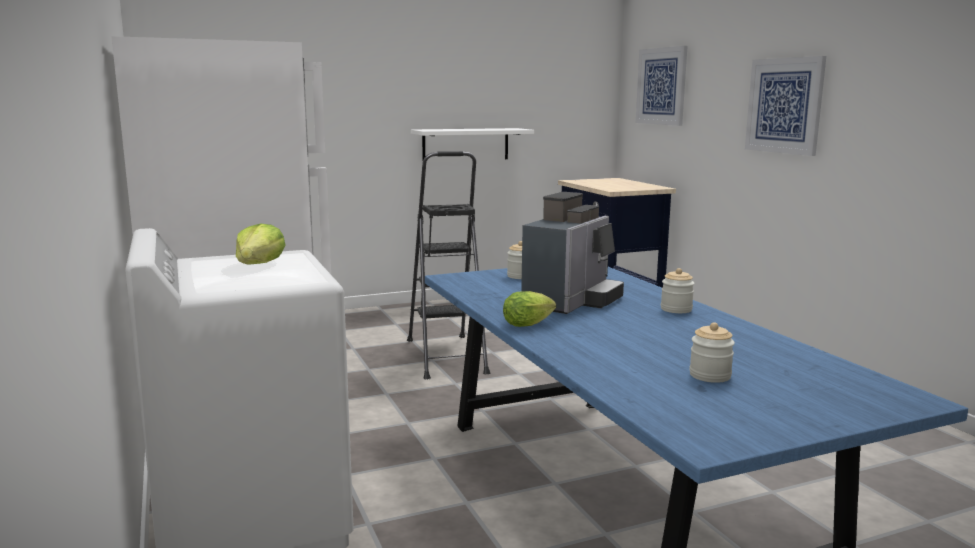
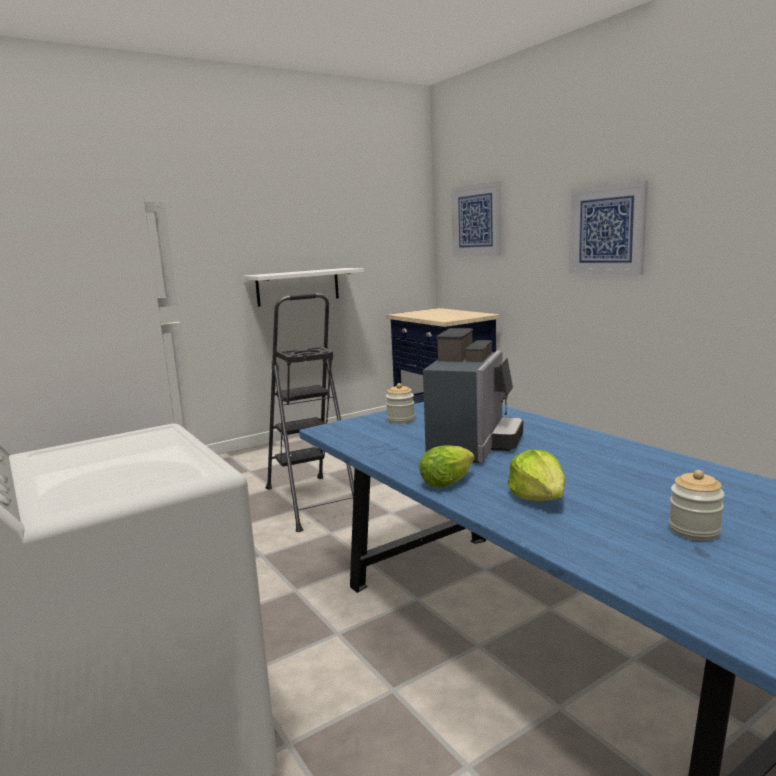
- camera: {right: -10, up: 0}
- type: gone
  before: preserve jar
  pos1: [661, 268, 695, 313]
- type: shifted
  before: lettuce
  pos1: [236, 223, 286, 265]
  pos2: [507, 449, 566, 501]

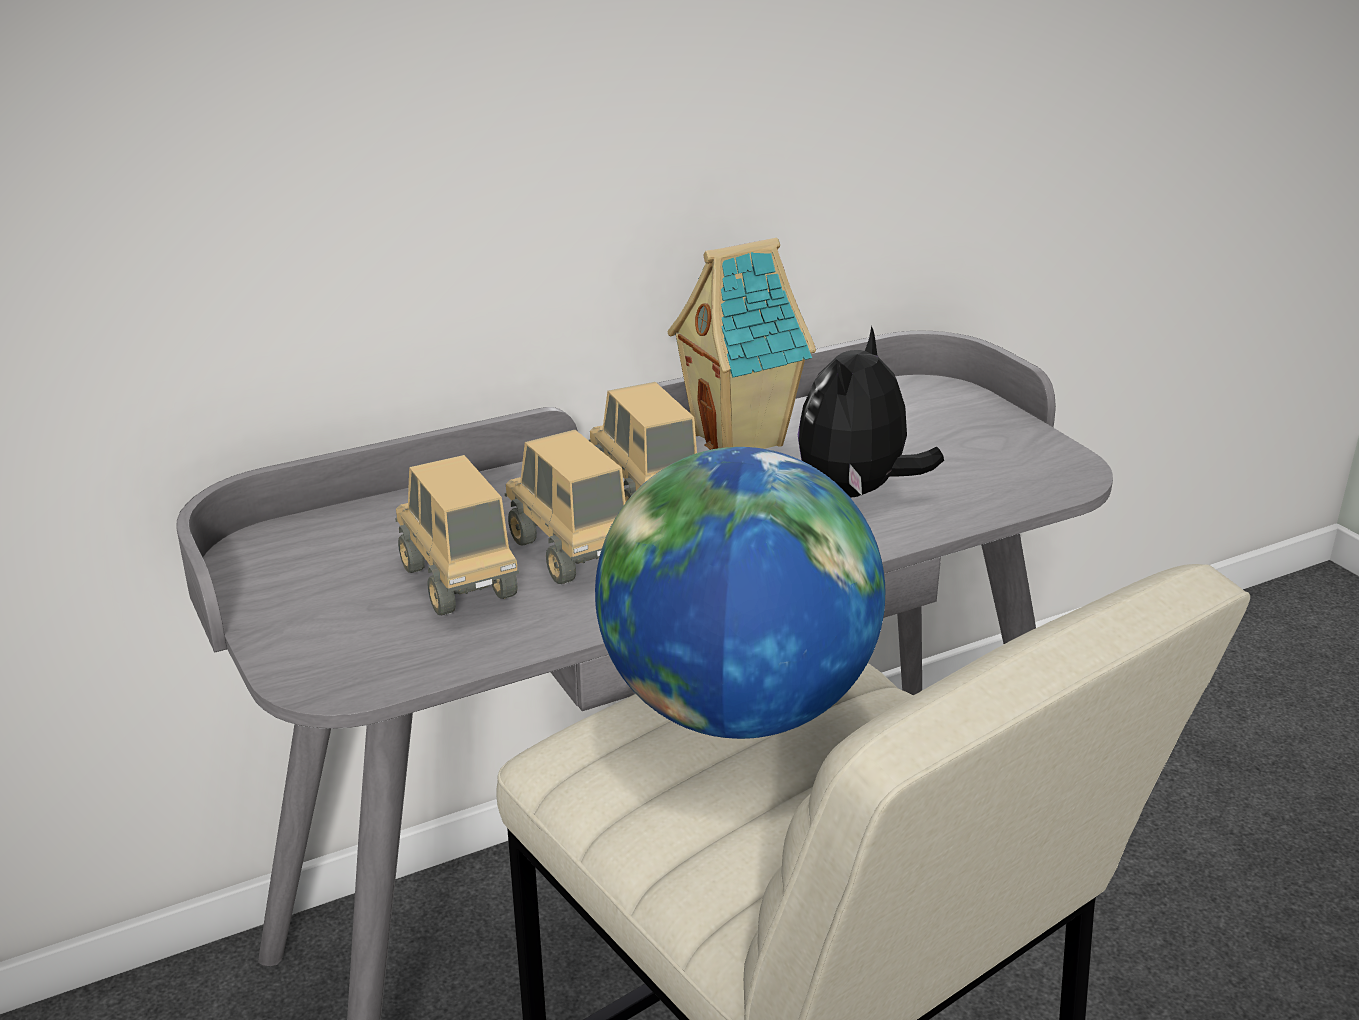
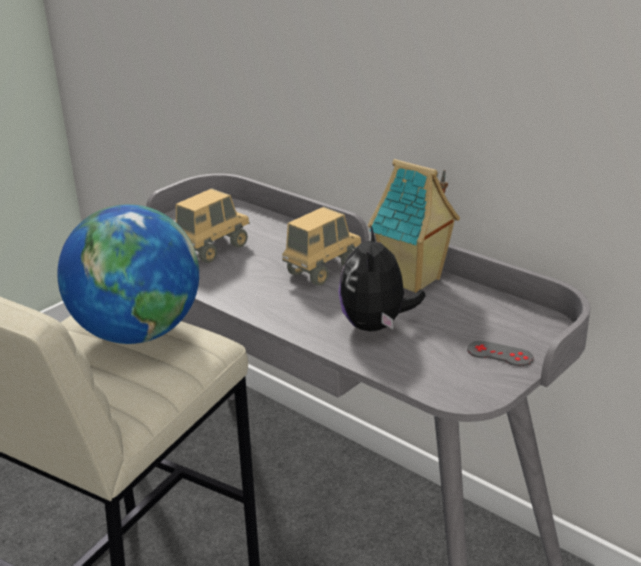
- camera: {right: 70, up: 0}
- type: gone
  before: model truck
  pos1: [505, 430, 626, 584]
- type: new
  after: game controller (grey)
  pos2: [467, 341, 534, 366]
- type: rotated
  before: plush toy
  pos1: [798, 326, 944, 498]
  pos2: [339, 225, 425, 331]
  turn: -90

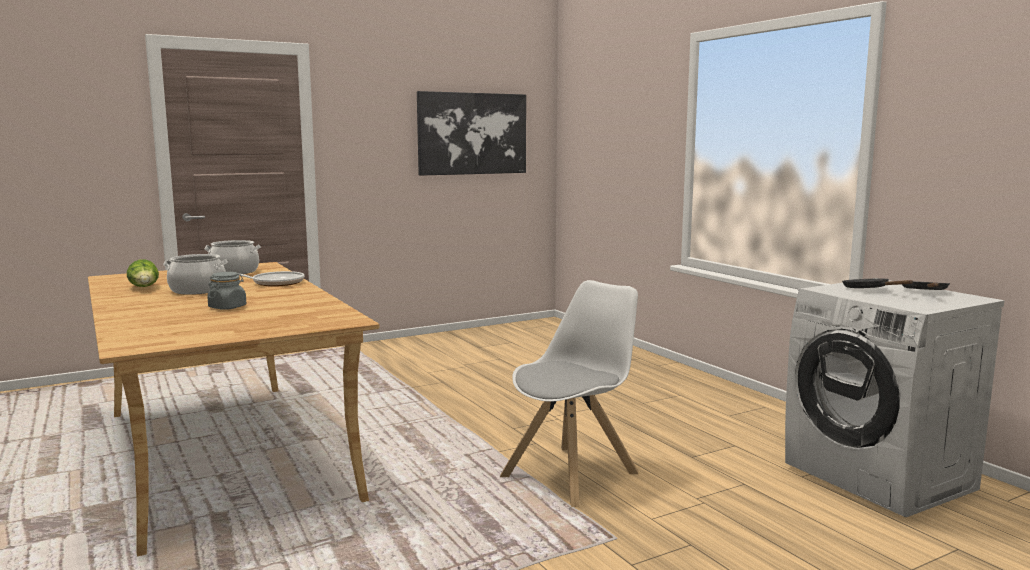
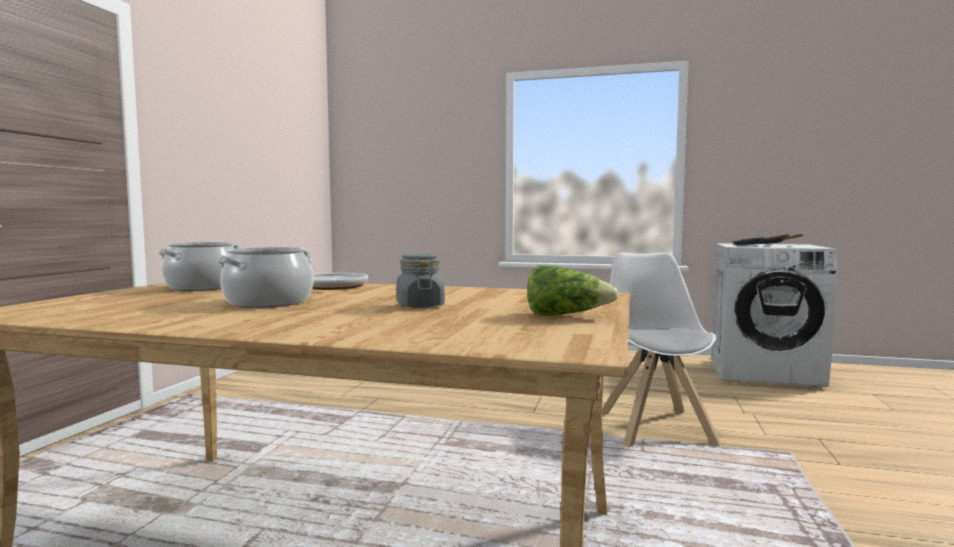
- camera: {right: -45, up: -5}
- type: gone
  before: wall art
  pos1: [417, 91, 526, 176]
- type: shifted
  before: lettuce
  pos1: [127, 259, 159, 287]
  pos2: [527, 265, 618, 316]

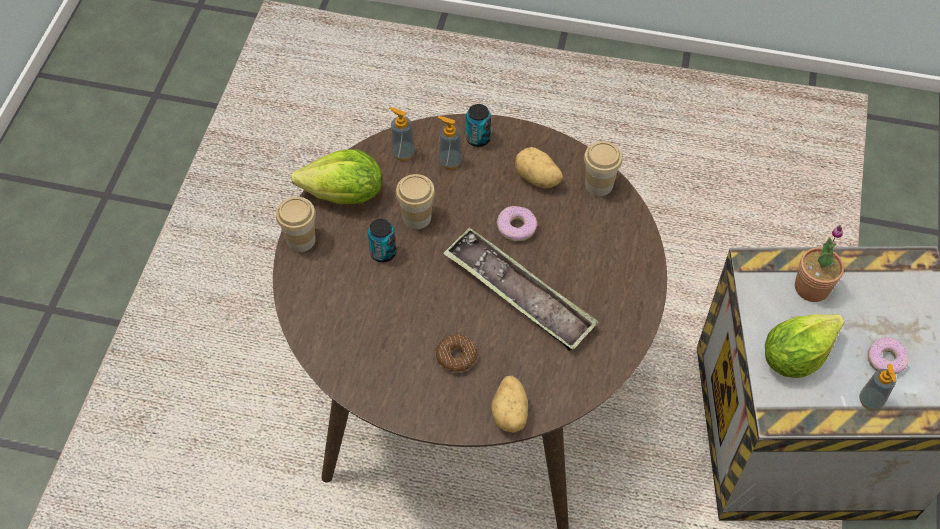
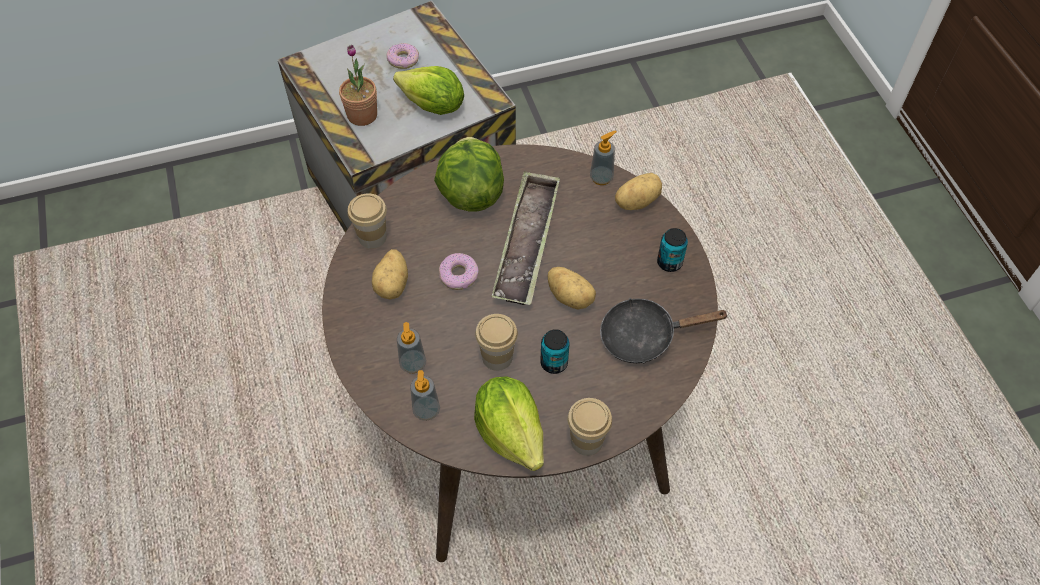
- camera: {right: -120, up: 0}
- type: gone
  before: doughnut
  pos1: [436, 335, 477, 373]
- type: new
  after: lettuce
  pos2: [434, 137, 504, 212]
- type: new
  after: spud
  pos2: [548, 267, 596, 309]
- type: new
  after: pan (black-coloured)
  pos2: [600, 298, 729, 363]
- type: shifted
  before: sealed can
  pos1: [466, 104, 491, 147]
  pos2: [657, 228, 688, 272]
- type: shifted
  before: liquid soap bottle
  pos1: [859, 364, 896, 410]
  pos2: [590, 130, 617, 185]

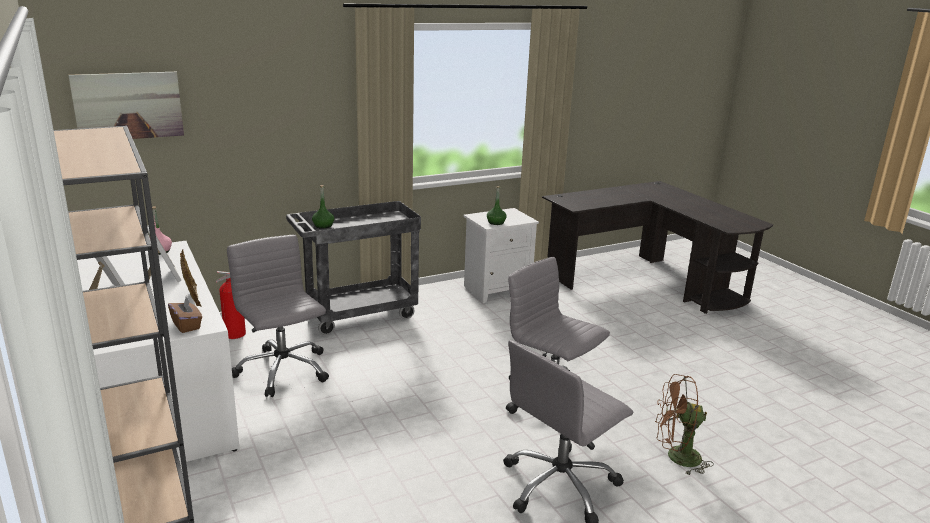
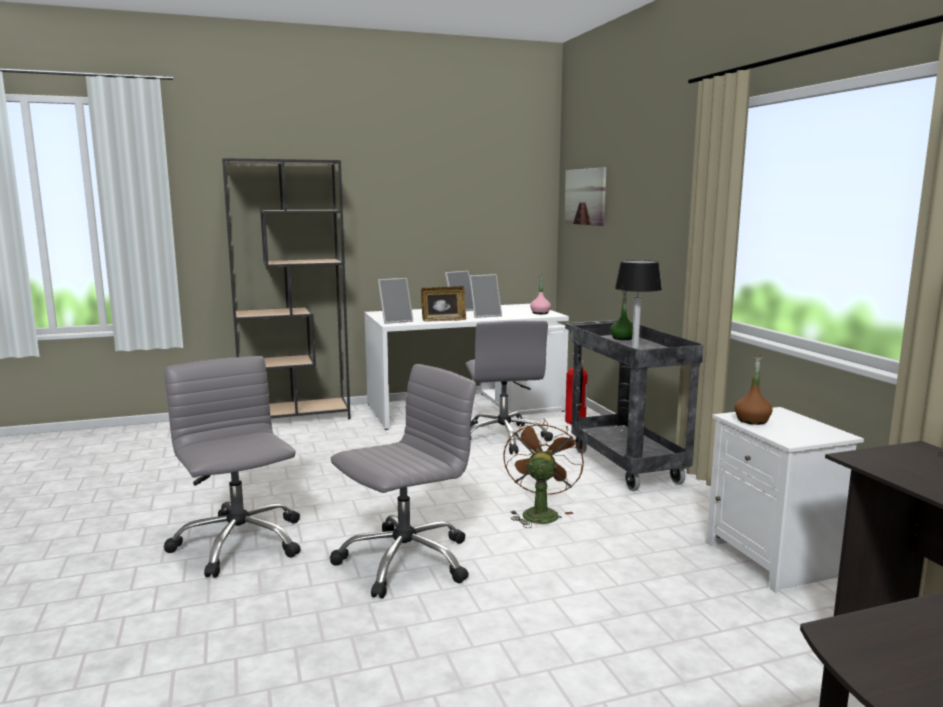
- camera: {right: 100, up: -10}
- type: new
  after: table lamp
  pos2: [615, 260, 662, 349]
- type: shifted
  before: electric fan (brown)
  pos1: [655, 374, 714, 476]
  pos2: [503, 419, 584, 528]
- type: swapped
  before: tissue box (brown)
  after: photo frame
  pos1: [168, 297, 202, 333]
  pos2: [378, 278, 413, 324]
- type: repainted
  before: bottle (greenish)
  after: bottle (brown)
  pos1: [487, 186, 507, 225]
  pos2: [734, 355, 773, 425]
- type: rotated
  before: computer chair (grey)
  pos1: [227, 235, 329, 397]
  pos2: [466, 320, 553, 454]
  turn: 105

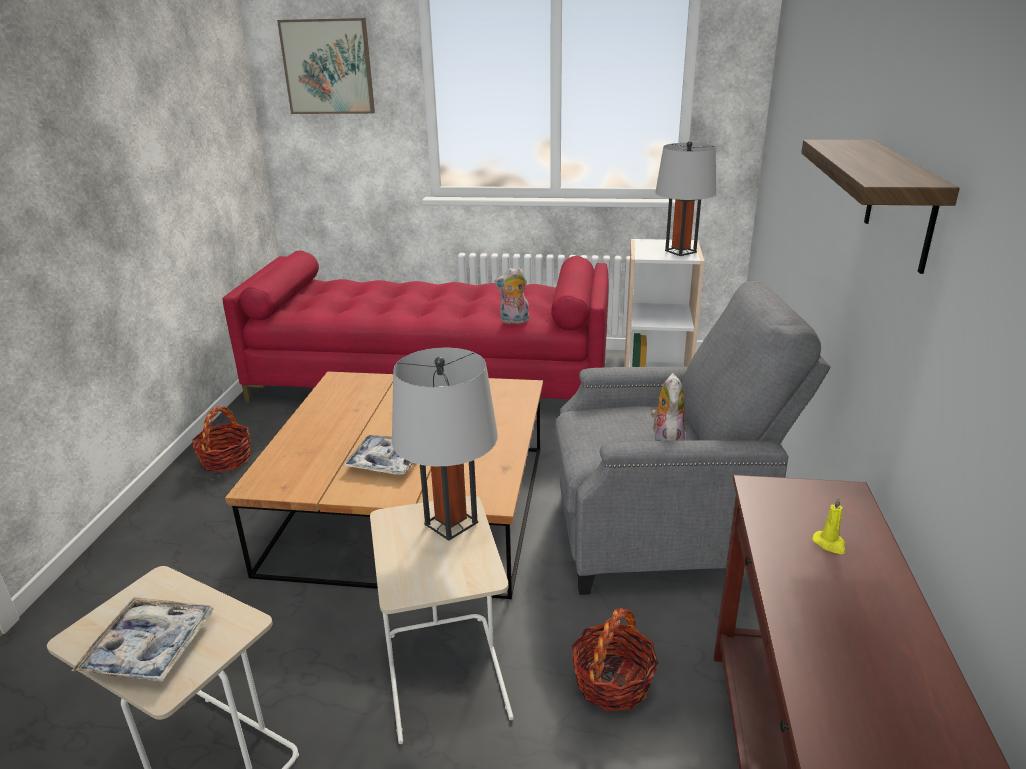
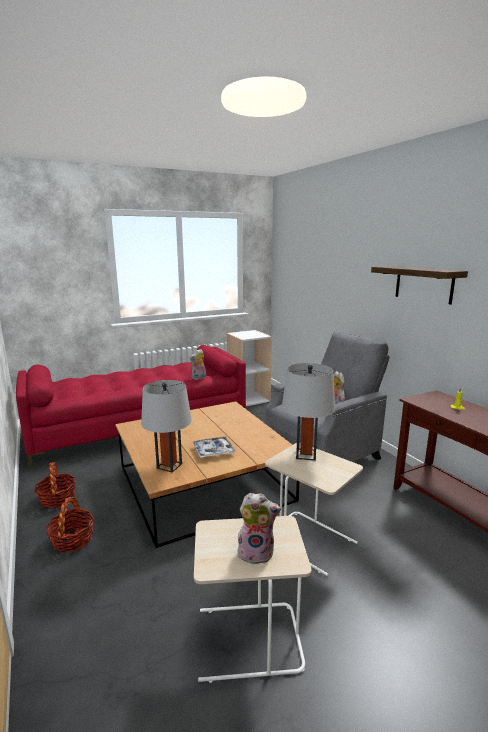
- camera: {right: -35, up: -10}
- type: gone
  before: wall art
  pos1: [277, 18, 375, 114]
- type: shifted
  before: storage basket
  pos1: [572, 608, 659, 711]
  pos2: [46, 497, 94, 552]
- type: shifted
  before: table lamp (grey)
  pos1: [655, 141, 716, 256]
  pos2: [141, 380, 192, 473]
- type: swapped
  before: serving tray
  after: plush toy
  pos1: [72, 597, 214, 682]
  pos2: [236, 493, 281, 564]

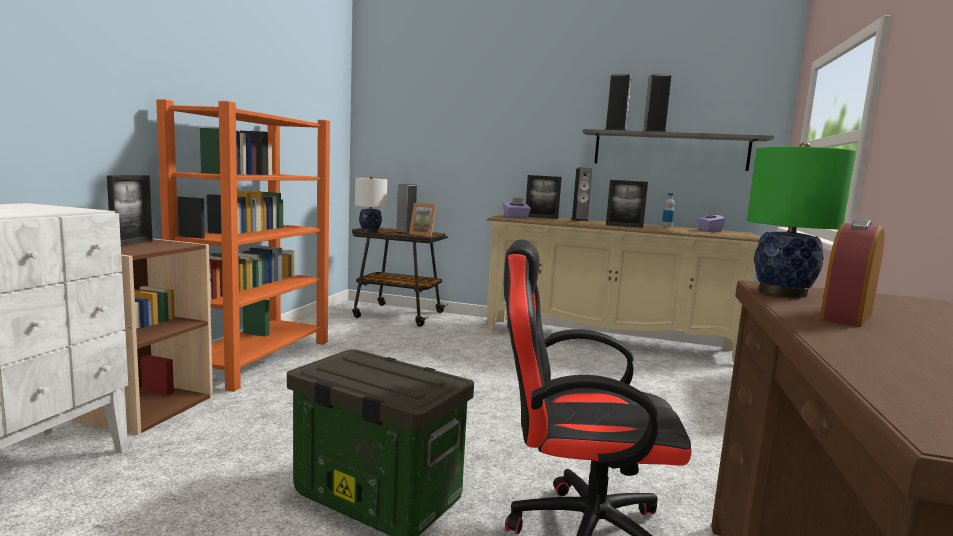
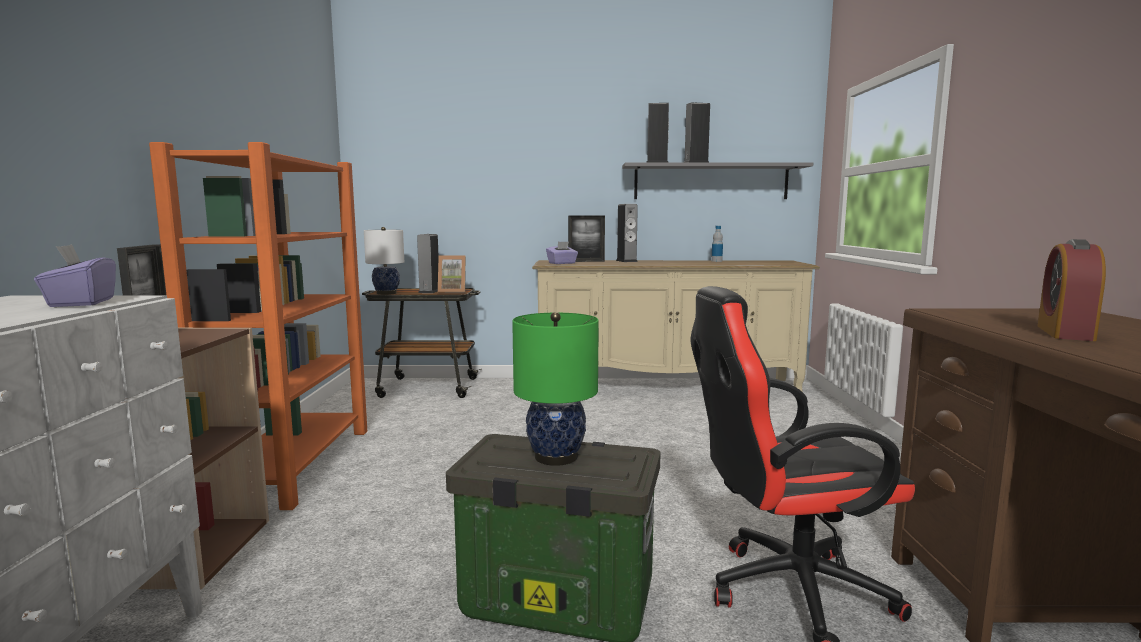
- camera: {right: -15, up: 0}
- type: gone
  before: photo frame
  pos1: [606, 180, 648, 228]
- type: shifted
  before: tissue box (purplish)
  pos1: [696, 210, 726, 232]
  pos2: [34, 244, 116, 307]
- type: shifted
  before: table lamp (greenish)
  pos1: [747, 142, 856, 298]
  pos2: [512, 312, 599, 466]

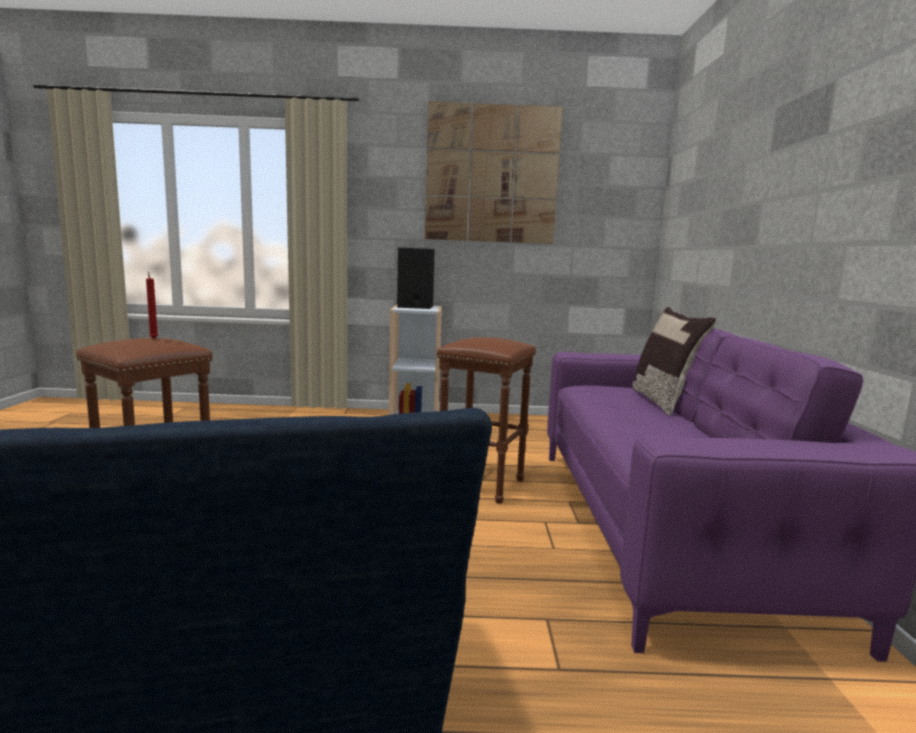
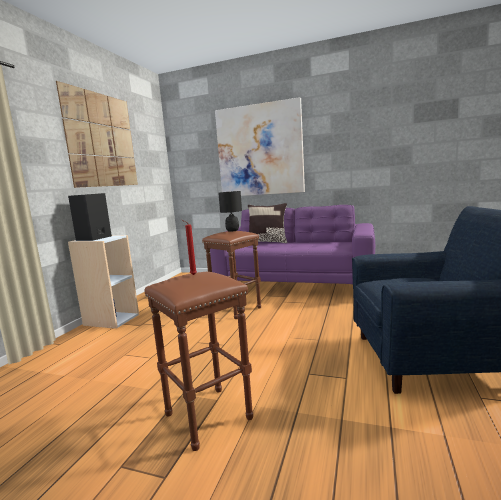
- camera: {right: -70, up: 0}
- type: new
  after: wall art
  pos2: [215, 97, 305, 196]
- type: new
  after: table lamp (black-coloured)
  pos2: [218, 191, 242, 232]

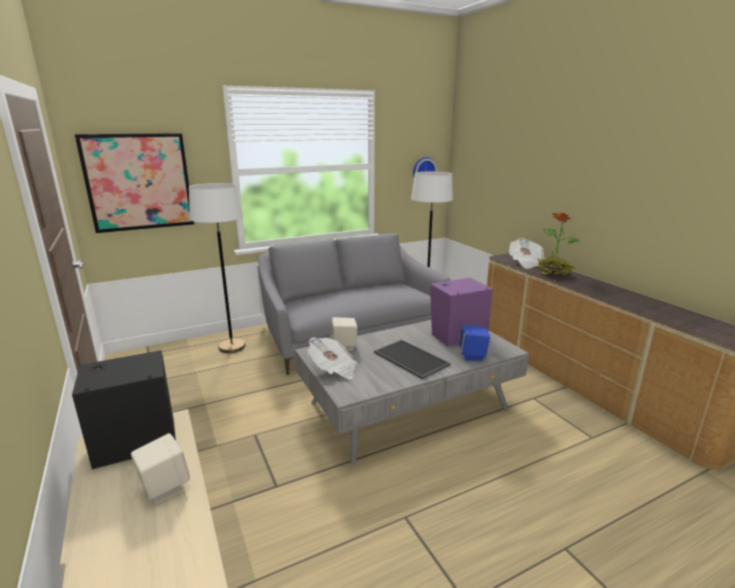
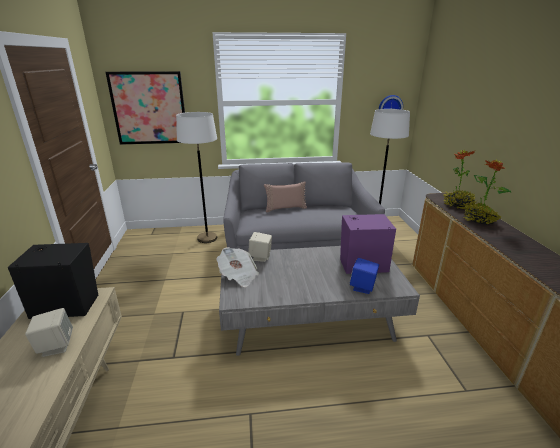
- camera: {right: 20, up: 5}
- type: gone
  before: serving tray
  pos1: [374, 339, 450, 379]
- type: new
  after: pillow (sand-coloured)
  pos2: [264, 181, 307, 212]
- type: swapped
  before: newspaper
  after: plant in a pot
  pos1: [509, 238, 544, 268]
  pos2: [444, 150, 476, 209]

